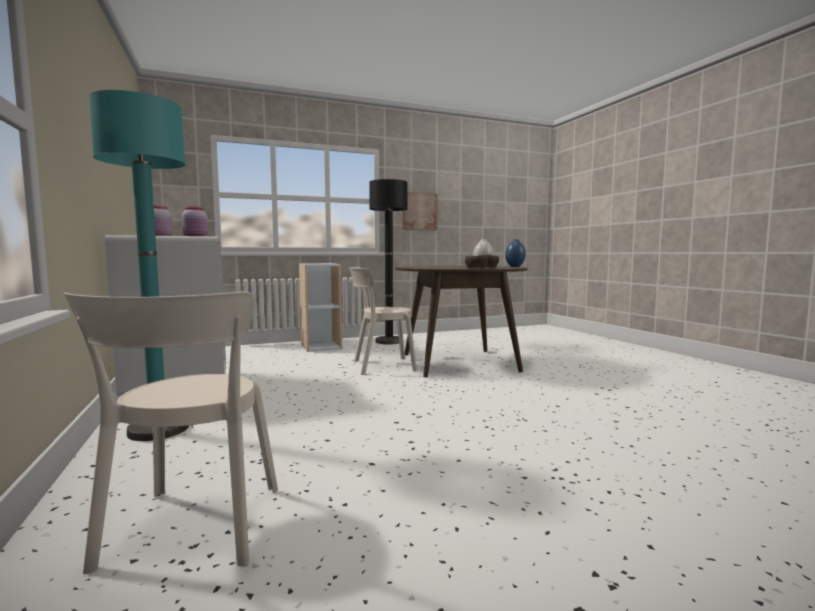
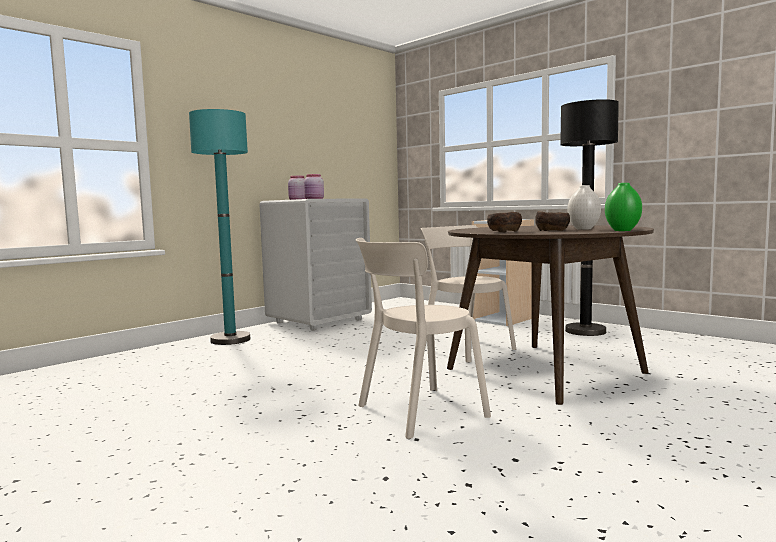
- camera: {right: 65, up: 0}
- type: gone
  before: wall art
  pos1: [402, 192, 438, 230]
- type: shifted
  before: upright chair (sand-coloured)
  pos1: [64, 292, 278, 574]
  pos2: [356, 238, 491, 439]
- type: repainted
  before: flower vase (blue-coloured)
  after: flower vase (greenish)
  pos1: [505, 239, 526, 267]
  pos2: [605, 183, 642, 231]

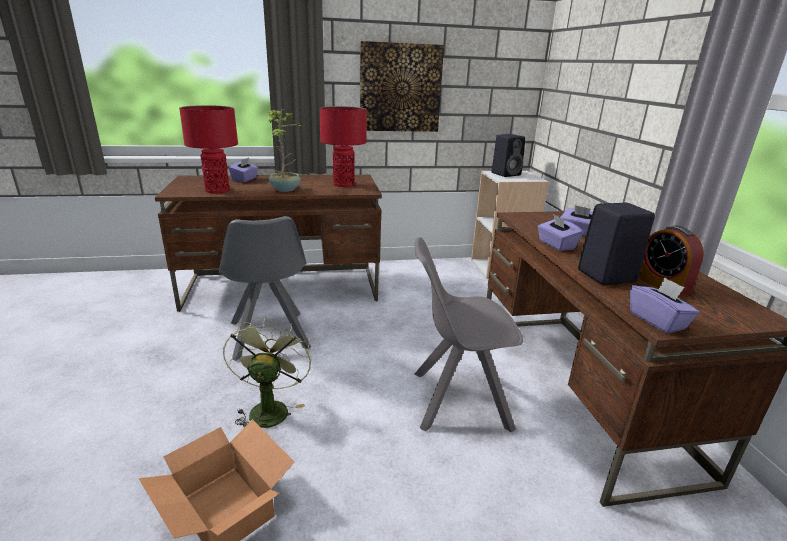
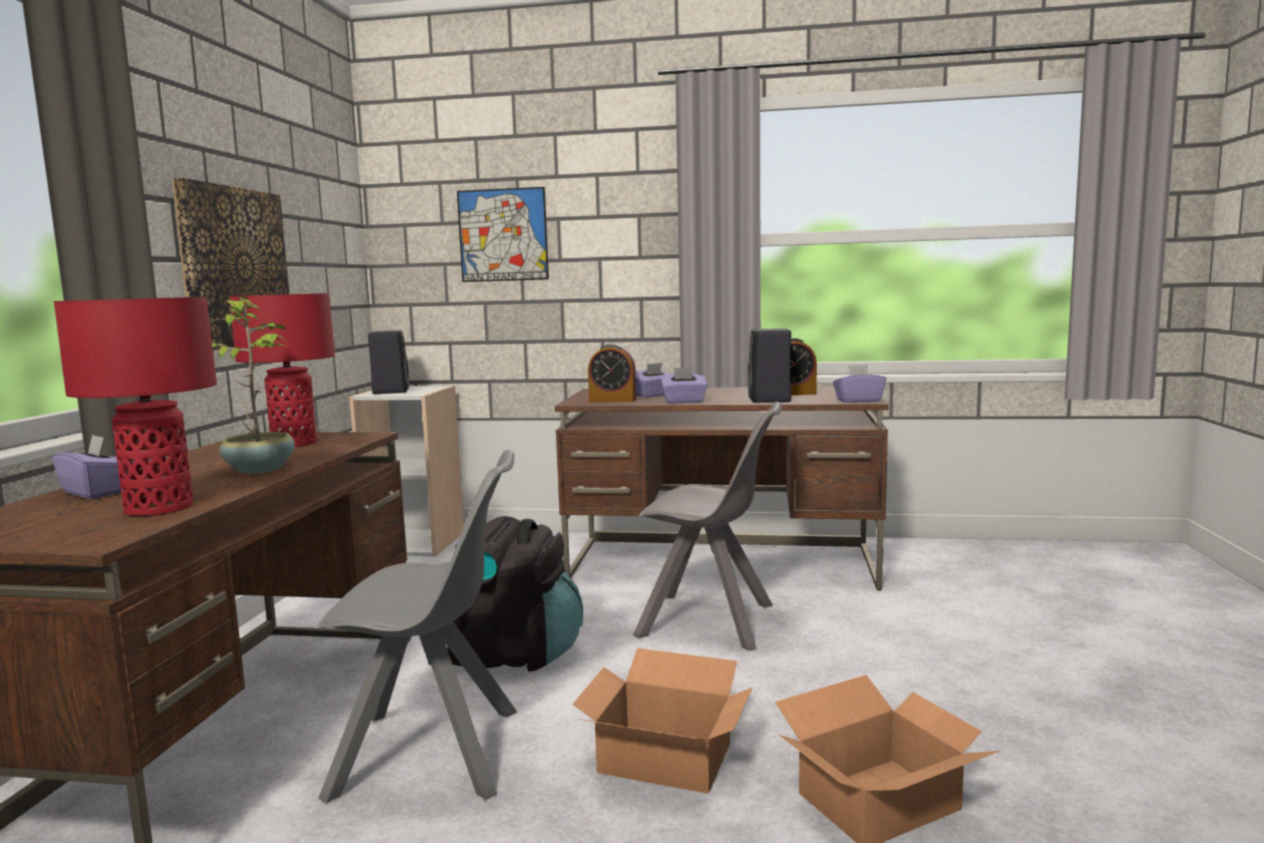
- camera: {right: -70, up: -15}
- type: new
  after: knapsack (black-coloured)
  pos2: [447, 516, 583, 672]
- type: new
  after: wall art
  pos2: [457, 187, 549, 282]
- type: new
  after: bedside clock
  pos2: [588, 344, 636, 402]
- type: swapped
  before: electric fan (greenish)
  after: packing box
  pos1: [223, 316, 312, 428]
  pos2: [572, 648, 752, 794]
- type: rotated
  before: upright chair (grey)
  pos1: [414, 237, 523, 432]
  pos2: [633, 402, 782, 651]
  turn: -90

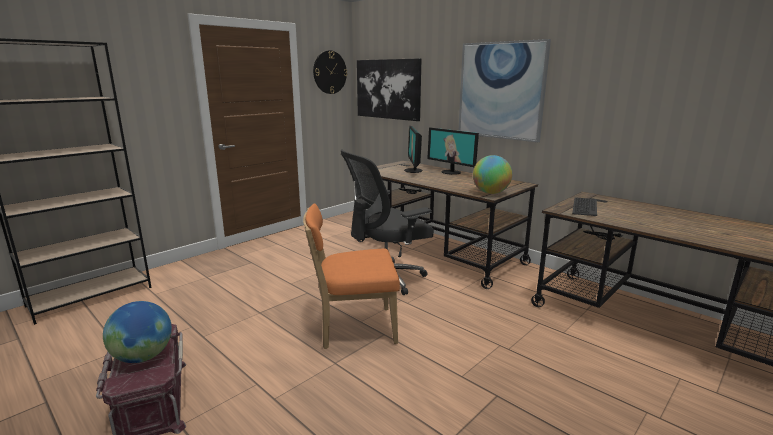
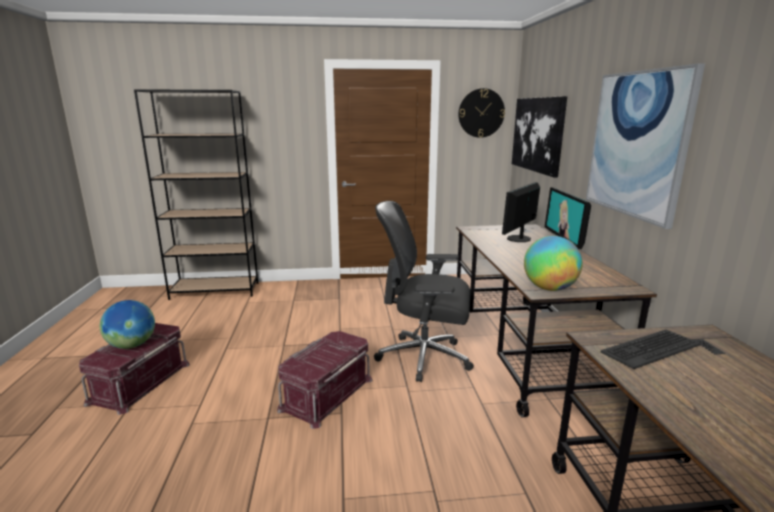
- camera: {right: 40, up: 0}
- type: swapped
  before: upright chair (orange)
  after: storage container (reddish)
  pos1: [303, 203, 400, 349]
  pos2: [277, 331, 373, 429]

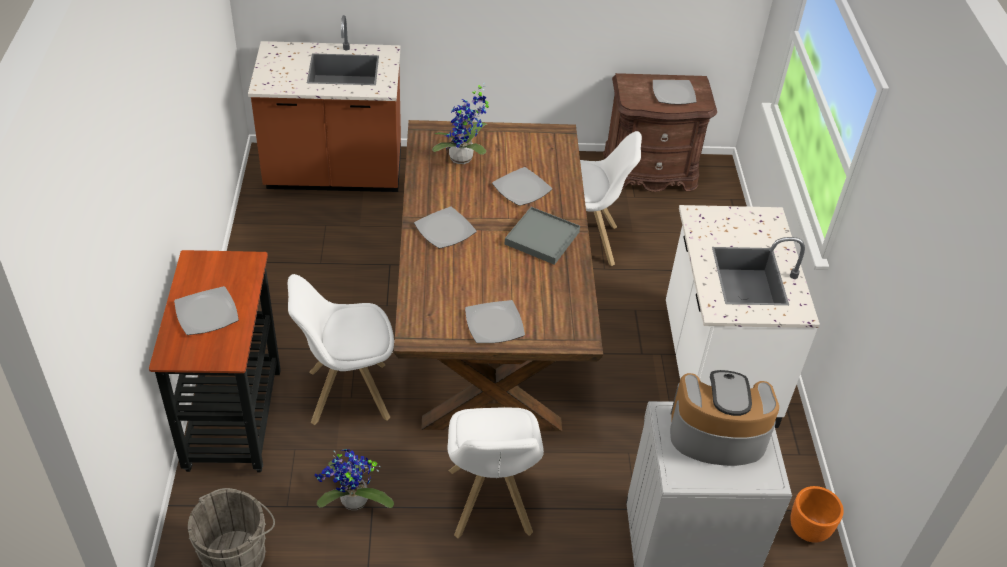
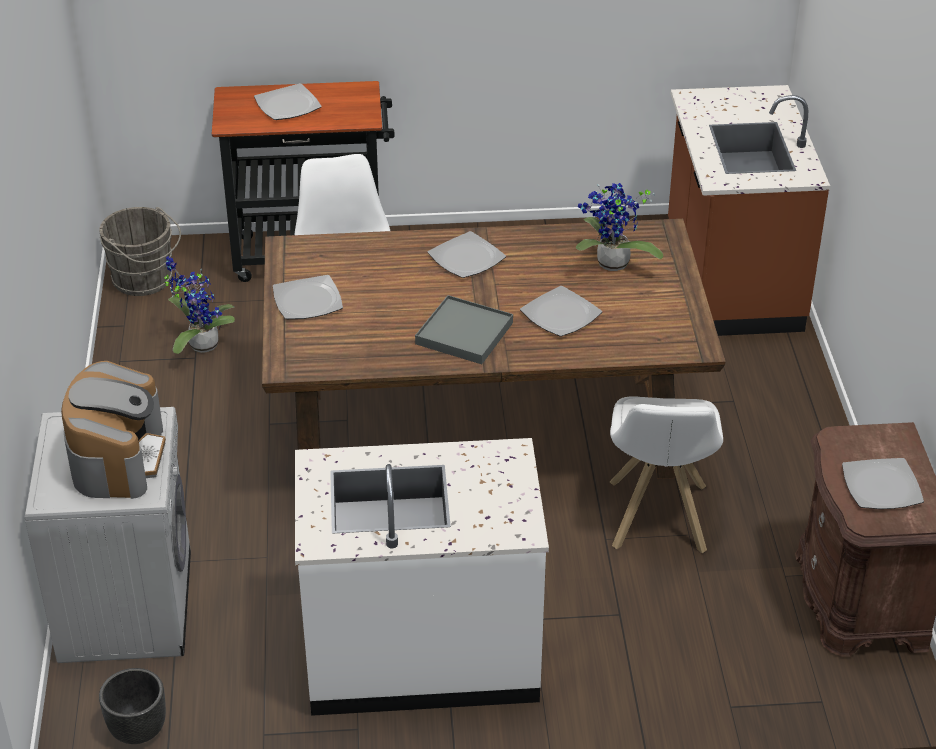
- camera: {right: 90, up: -5}
- type: gone
  before: upright chair (white)
  pos1: [447, 408, 544, 539]
- type: repainted
  before: plant pot (orange)
  after: plant pot (black-coloured)
  pos1: [790, 486, 844, 543]
  pos2: [99, 668, 166, 744]

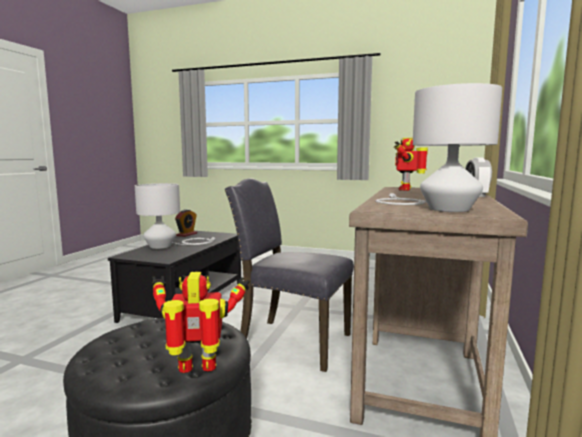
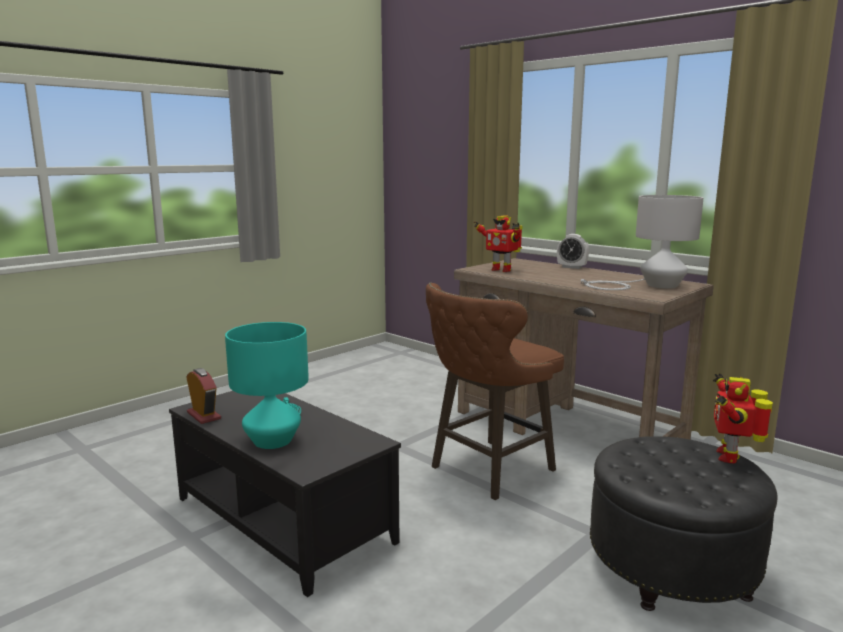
- camera: {right: -65, up: 5}
- type: swapped
  before: upright chair (grey)
  after: stool (brown)
  pos1: [225, 178, 354, 372]
  pos2: [426, 283, 564, 500]
- type: repainted
  before: table lamp (white)
  after: table lamp (blue-green)
  pos1: [135, 183, 215, 249]
  pos2: [225, 322, 308, 449]

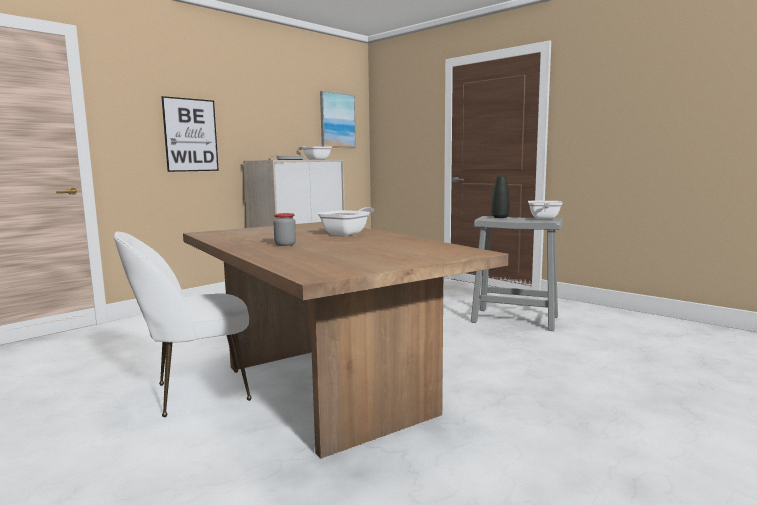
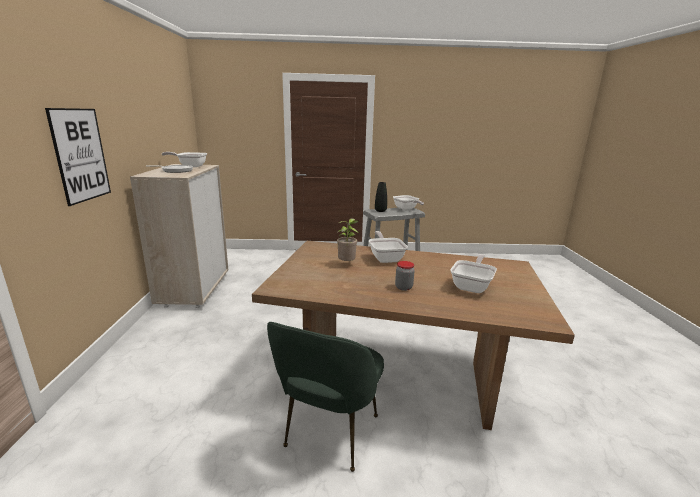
- camera: {right: -45, up: 10}
- type: gone
  before: wall art
  pos1: [320, 91, 356, 148]
- type: new
  after: plant in a pot
  pos2: [337, 218, 359, 261]
- type: new
  after: pan
  pos2: [450, 254, 497, 293]
- type: repainted
  before: upright chair (white)
  after: upright chair (greenish)
  pos1: [114, 232, 252, 417]
  pos2: [267, 322, 384, 472]

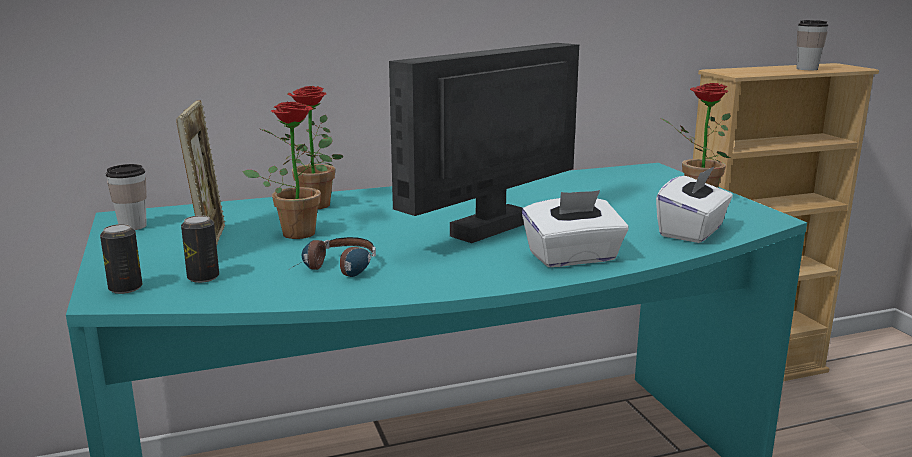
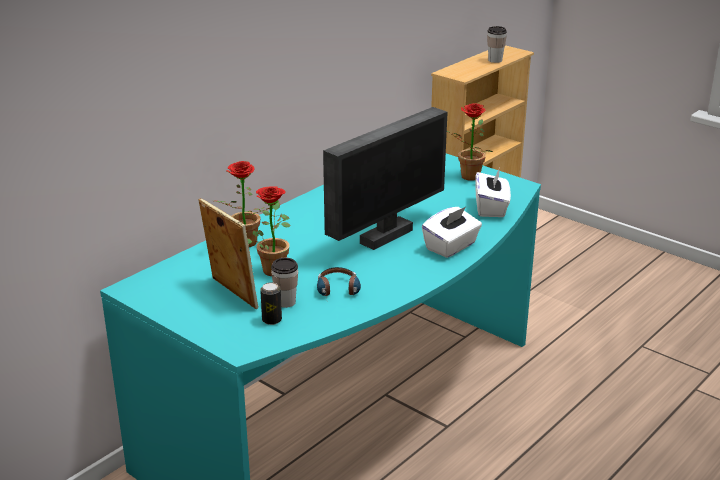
- camera: {right: -30, up: 10}
- type: gone
  before: sealed can
  pos1: [100, 224, 142, 294]
- type: shifted
  before: cup
  pos1: [106, 164, 147, 230]
  pos2: [271, 258, 298, 308]
- type: rotated
  before: monitor
  pos1: [389, 43, 579, 243]
  pos2: [323, 107, 447, 250]
  turn: -150

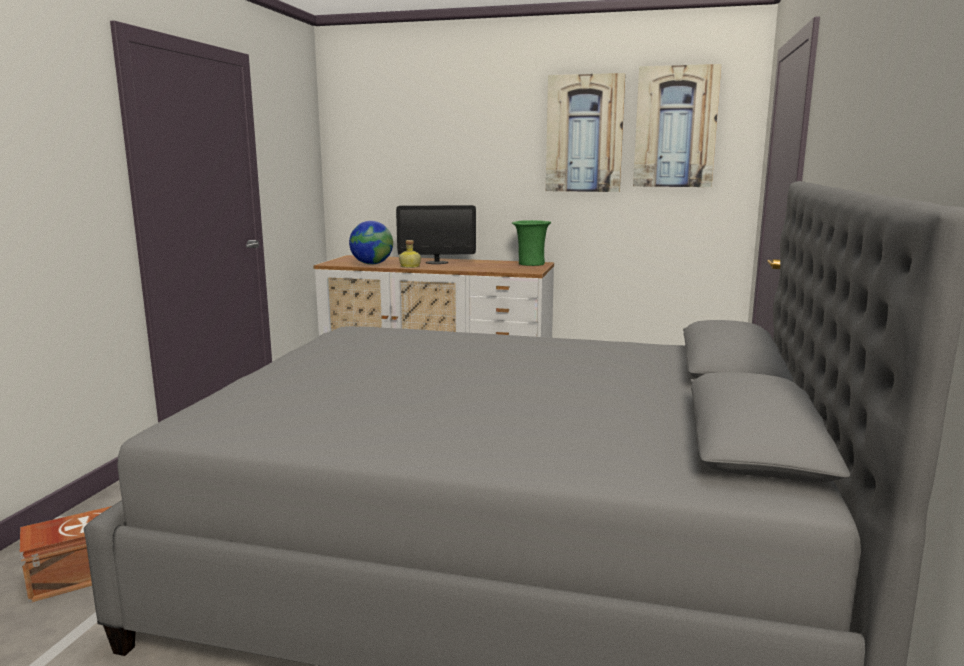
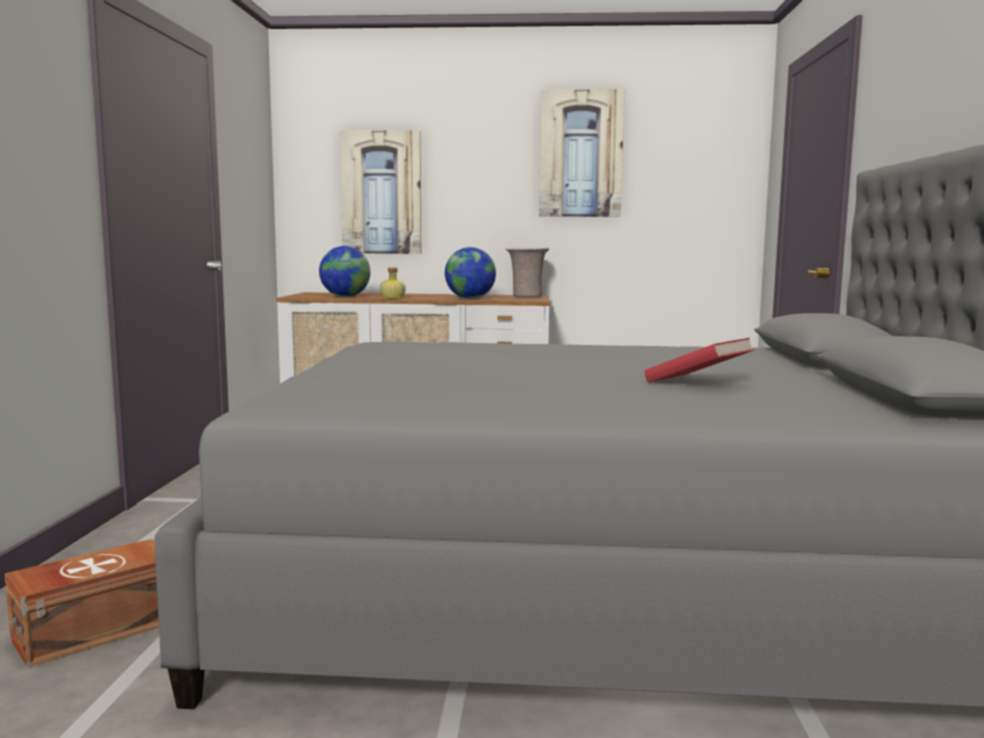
- camera: {right: -10, up: -5}
- type: gone
  before: monitor
  pos1: [396, 205, 476, 264]
- type: new
  after: world globe
  pos2: [445, 247, 496, 299]
- type: new
  after: book (reddish)
  pos2: [645, 338, 754, 382]
- type: shifted
  before: wall art
  pos1: [633, 64, 721, 187]
  pos2: [340, 131, 421, 254]
- type: repainted
  before: flower vase (greenish)
  after: flower vase (sand-coloured)
  pos1: [512, 220, 551, 266]
  pos2: [505, 248, 549, 297]

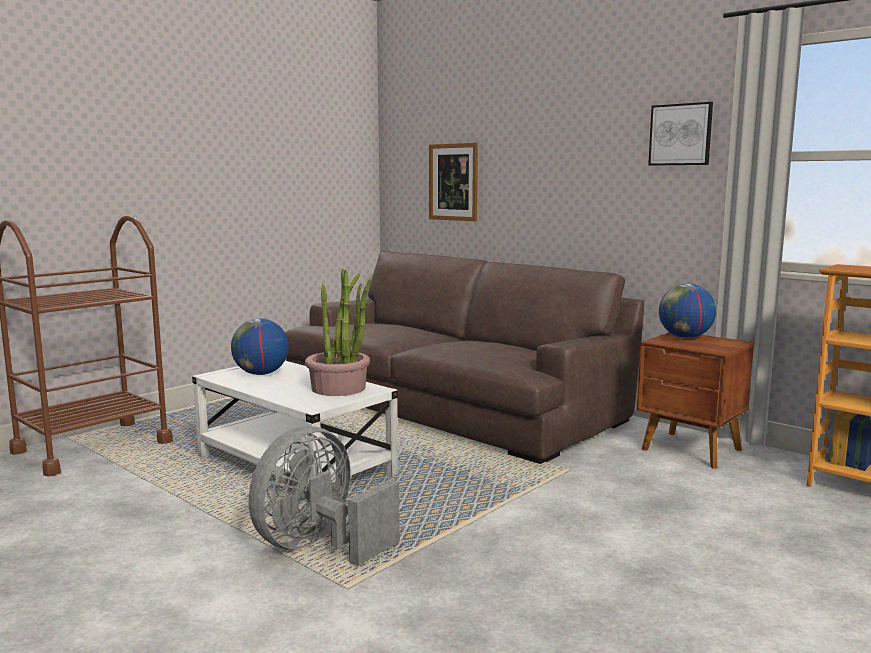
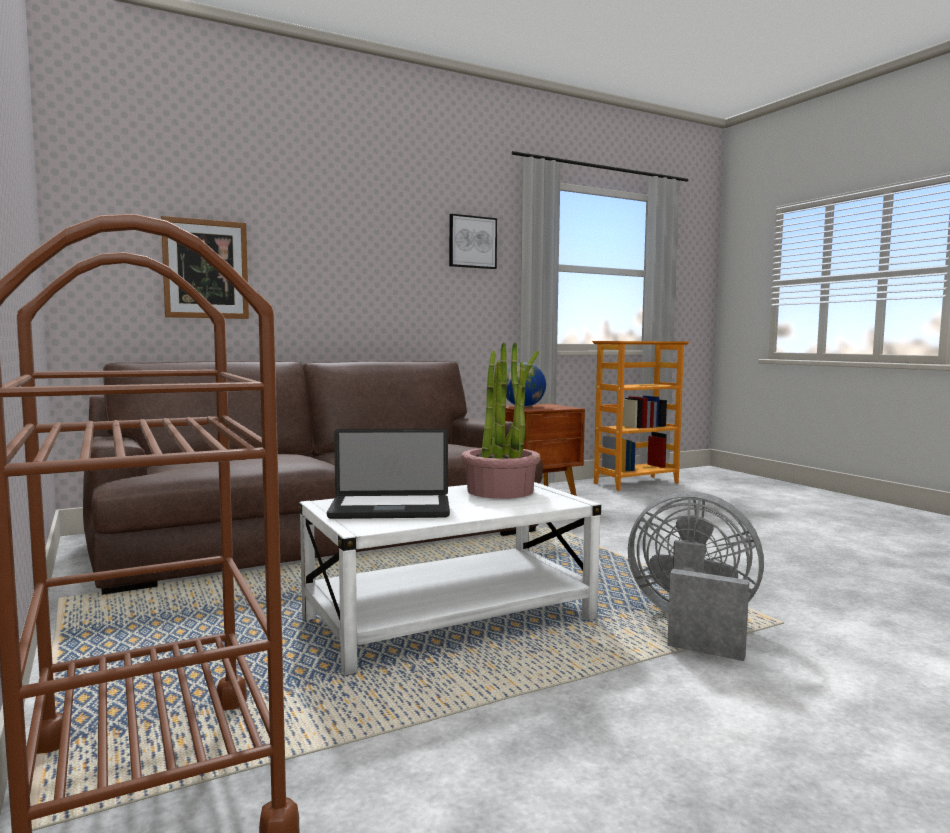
- camera: {right: -70, up: -5}
- type: swapped
  before: world globe
  after: notebook computer
  pos1: [231, 318, 289, 375]
  pos2: [327, 429, 450, 519]
- type: rotated
  before: electric fan (grey)
  pos1: [249, 426, 400, 566]
  pos2: [628, 491, 764, 661]
  turn: 150

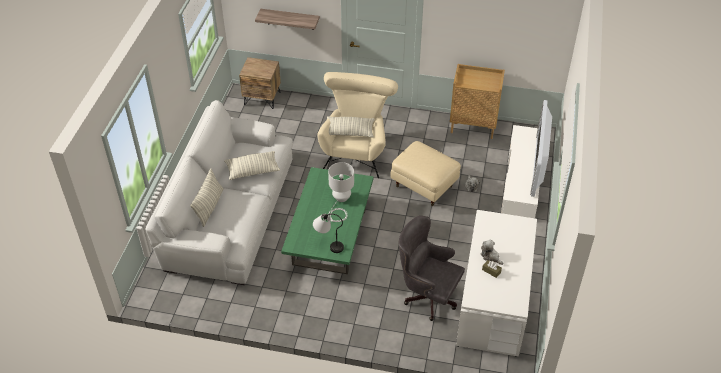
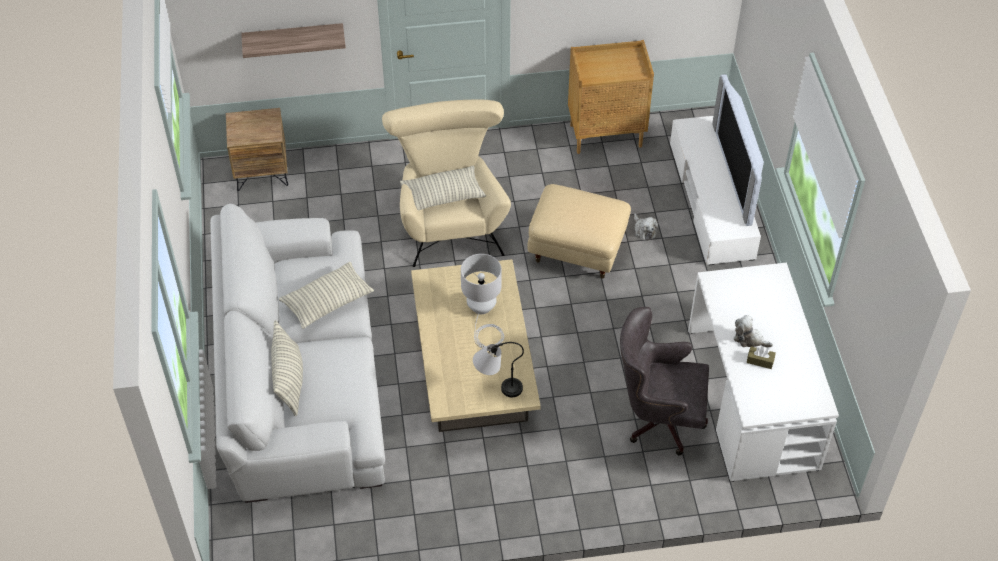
- camera: {right: -20, up: 5}
- type: repainted
  before: low table (greenish)
  after: low table (sand-coloured)
  pos1: [281, 167, 373, 274]
  pos2: [411, 259, 541, 432]

